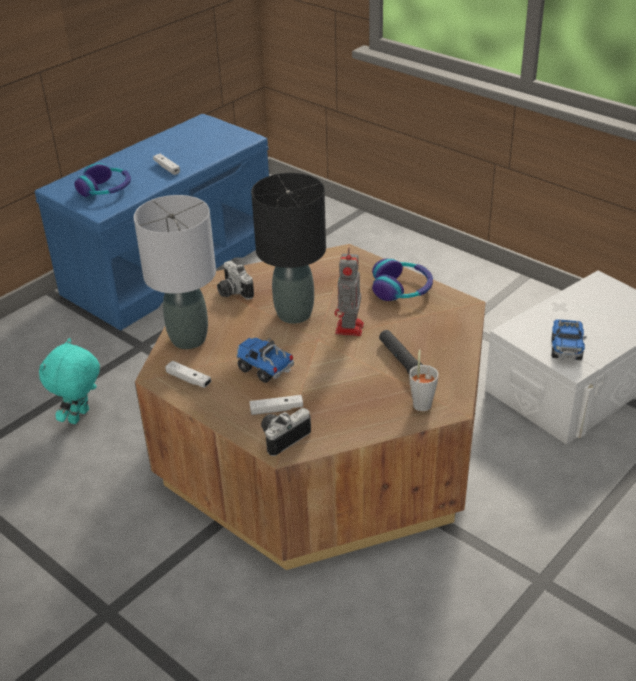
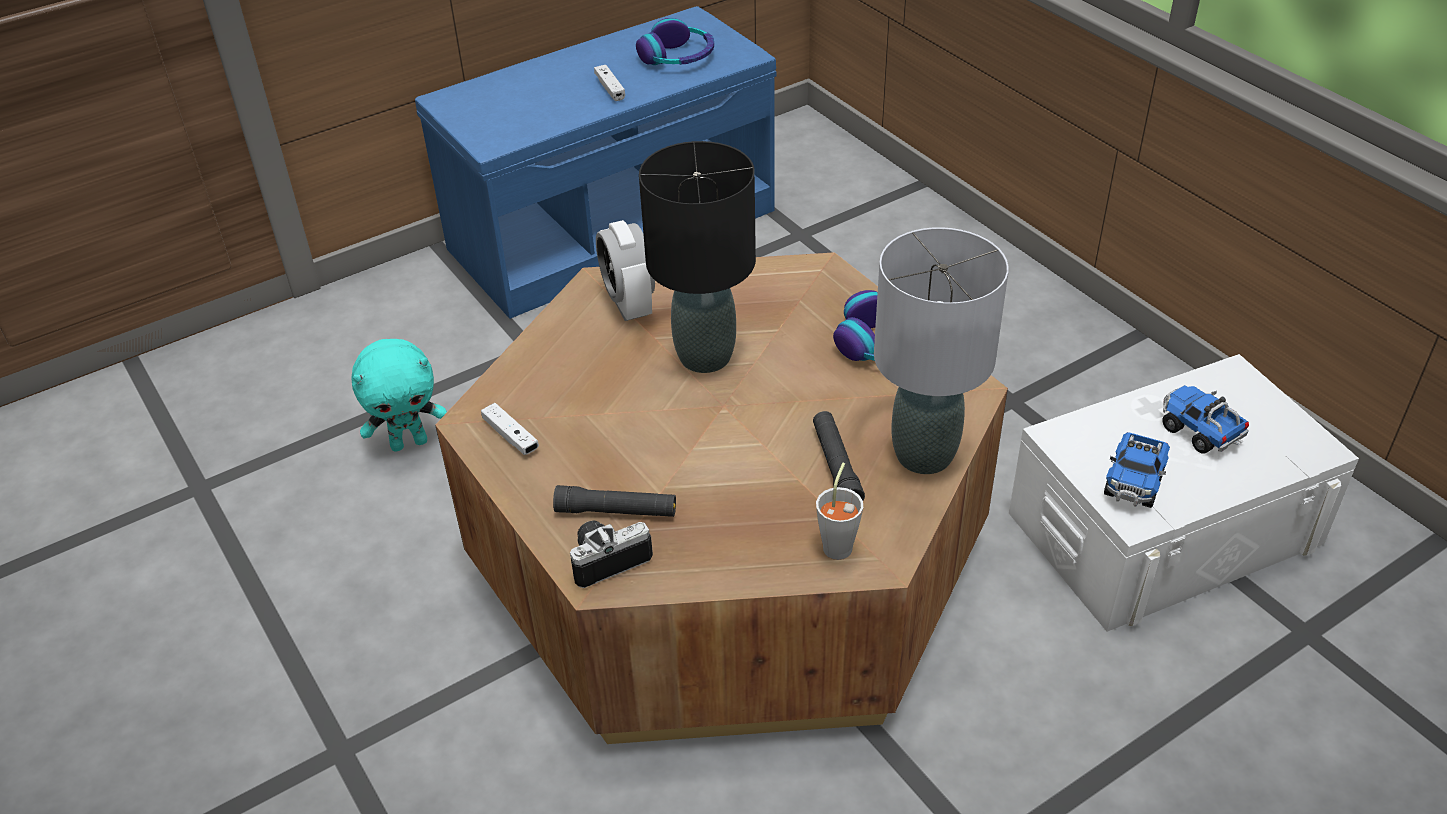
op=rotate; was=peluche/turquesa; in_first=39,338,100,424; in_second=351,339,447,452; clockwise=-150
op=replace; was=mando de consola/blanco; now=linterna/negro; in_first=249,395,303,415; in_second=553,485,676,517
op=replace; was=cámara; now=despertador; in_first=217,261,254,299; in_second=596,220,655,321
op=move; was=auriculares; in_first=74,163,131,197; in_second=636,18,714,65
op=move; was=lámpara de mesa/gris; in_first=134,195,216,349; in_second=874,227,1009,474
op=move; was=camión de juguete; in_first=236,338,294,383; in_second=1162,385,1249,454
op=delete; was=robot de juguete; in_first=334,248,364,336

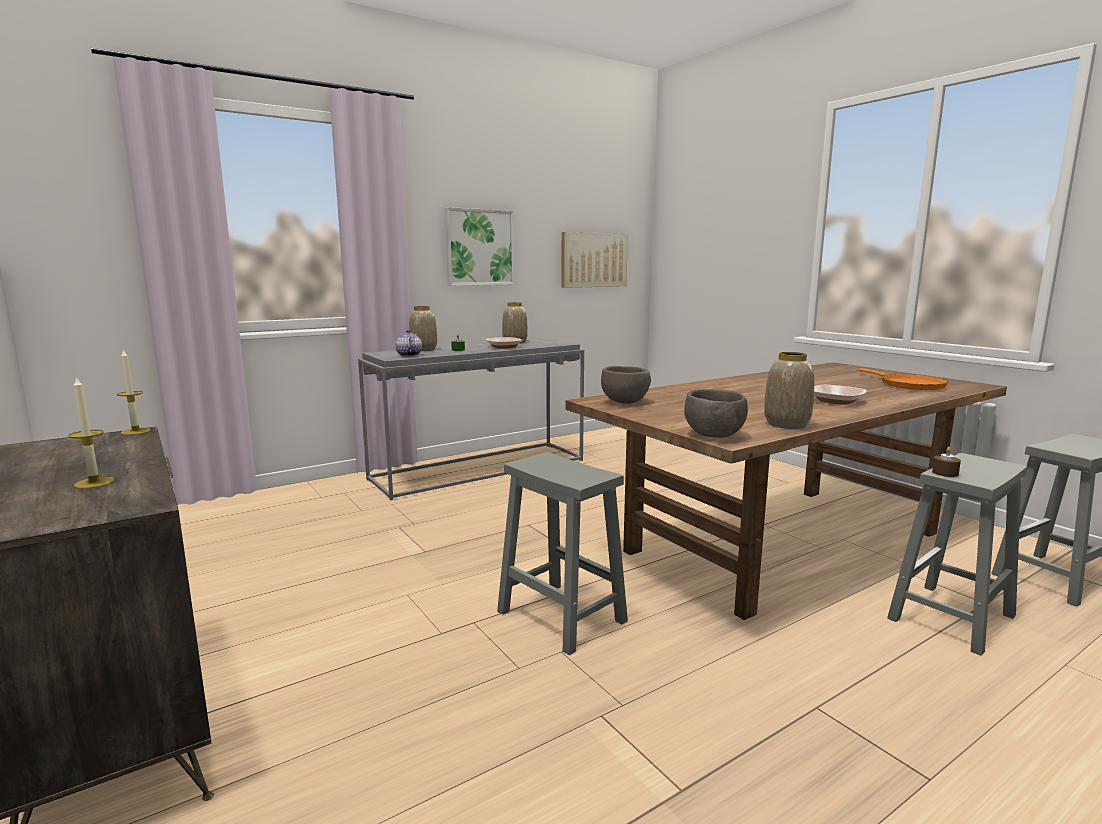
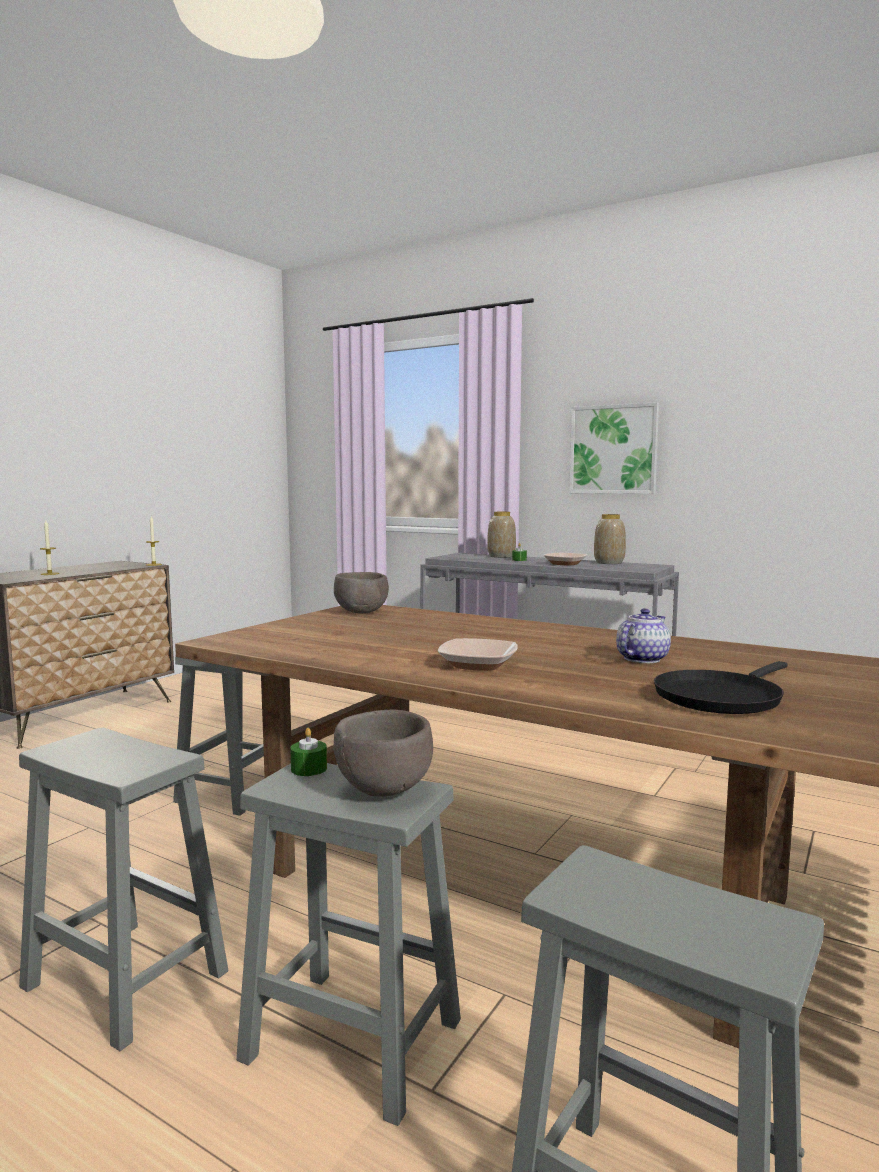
op=insert; now=taburete/gris; in_second=19,728,229,1051
op=recolor; was=vela/marrón; now=vela/verde; in_first=932,447,961,477; in_second=290,728,327,776
op=move; was=cuenco/marrón; in_first=684,389,748,438; in_second=334,710,433,796
op=move; was=tetera; in_first=396,330,422,356; in_second=616,608,671,663
op=recolor; was=sartén/naranja; now=sartén/negro; in_first=859,368,948,390; in_second=654,661,787,714
op=delete; was=cuadro; in_first=561,232,628,288
op=delete; was=florero; in_first=764,352,814,429

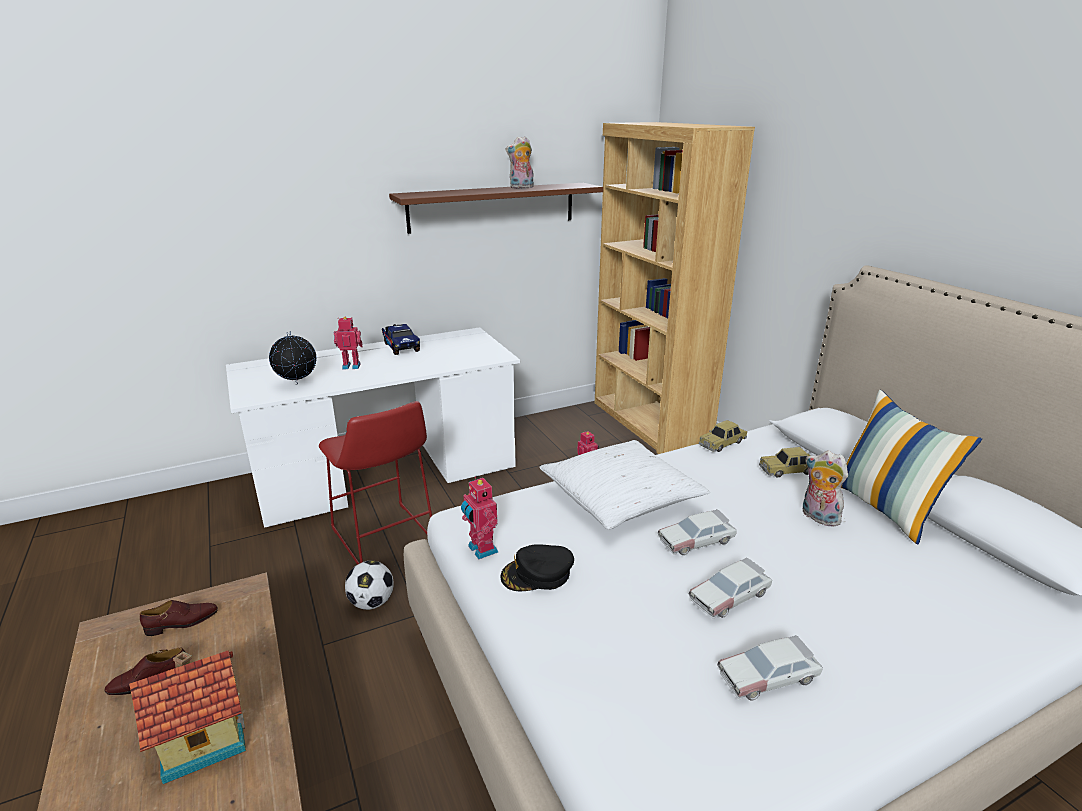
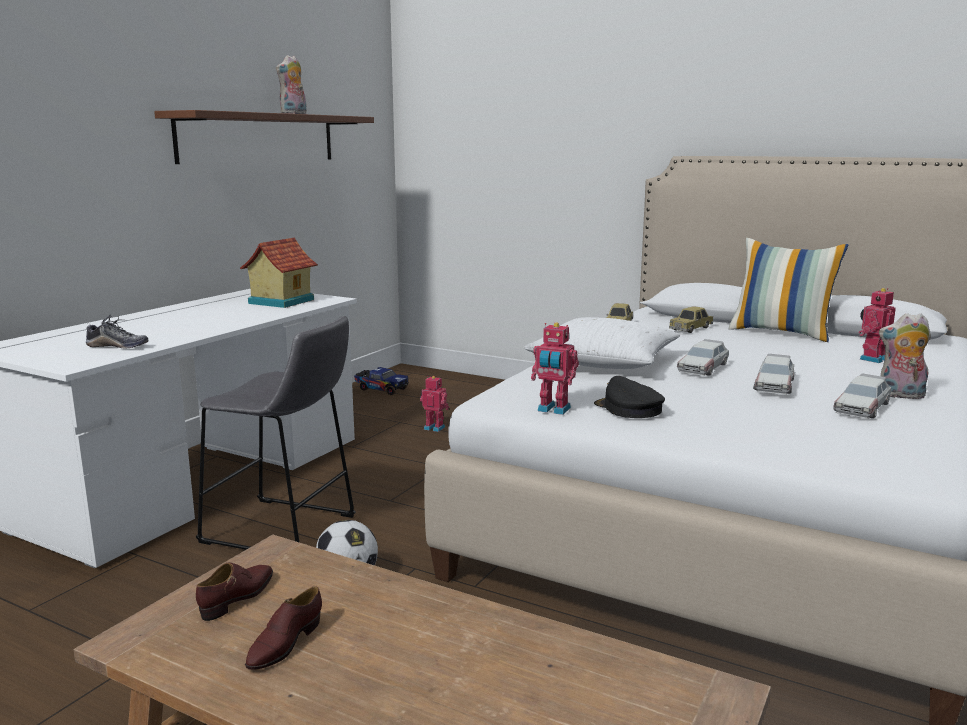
op=replace; was=globo terráqueo; now=zapato; in_first=269,331,317,385; in_second=86,315,149,348
op=recolor; was=taburete/rojo; now=taburete/gris; in_first=319,401,432,565; in_second=196,316,356,550
op=move; was=casita; in_first=129,650,246,784; in_second=240,238,318,308
op=move; was=camión de juguete; in_first=382,324,420,355; in_second=354,367,409,395
op=rotate; was=gorra/negro; in_first=501,544,574,591; in_second=594,376,665,418; clockwise=105
op=move; was=robot de juguete; in_first=334,317,363,370; in_second=858,288,896,363
op=move; was=peluche; in_first=803,451,848,527; in_second=879,313,931,399
op=delete; was=estantería/marrón; in_first=595,122,755,454

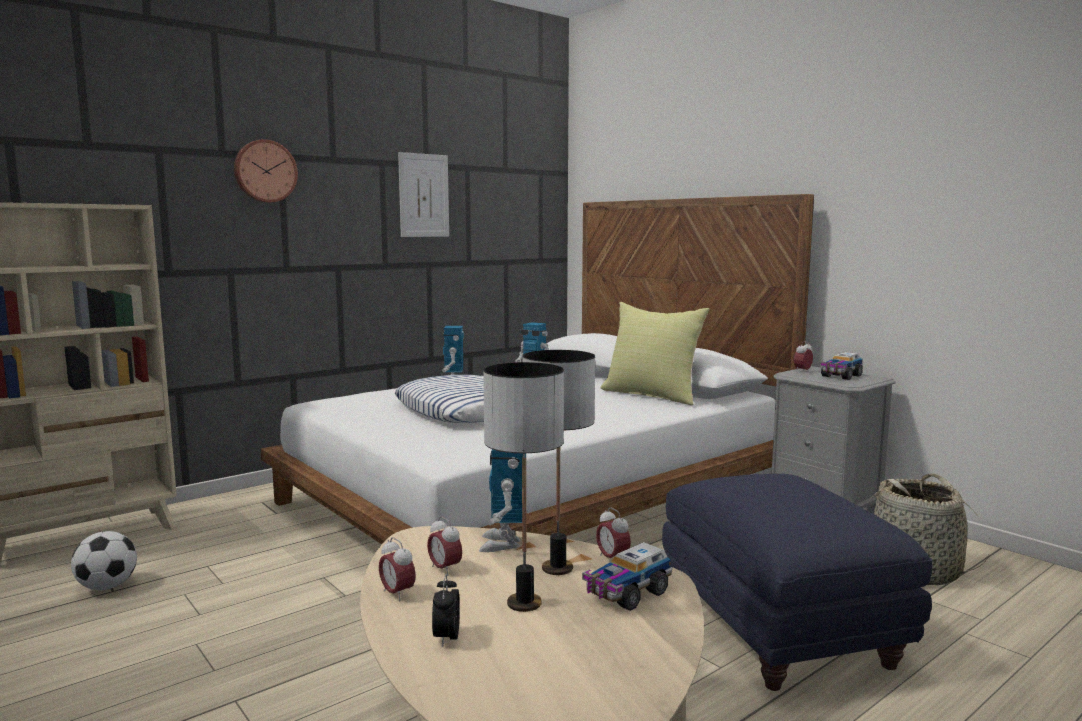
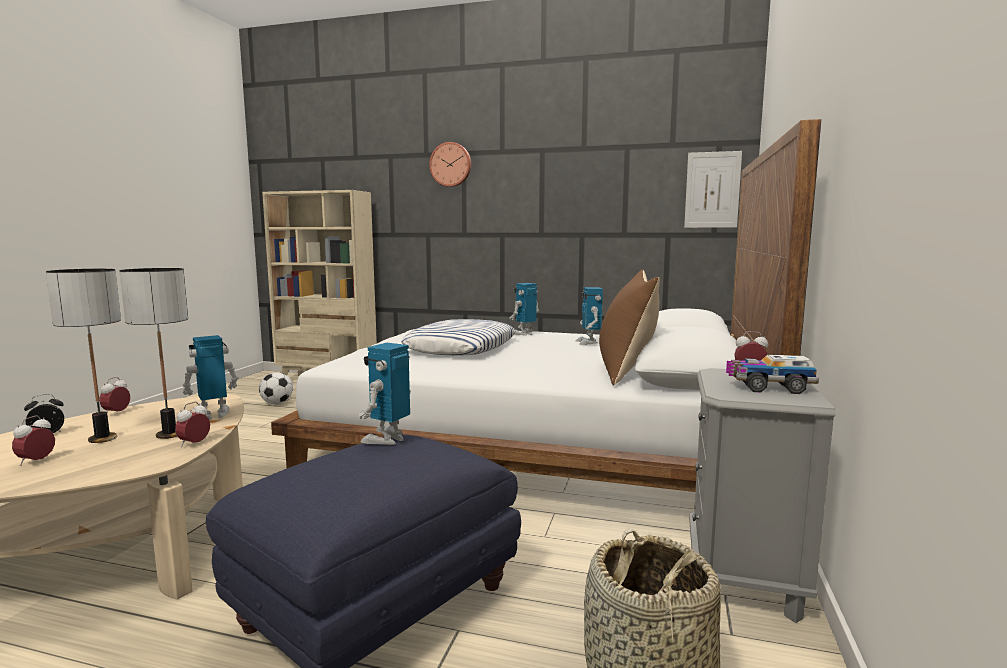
op=move; was=despertador; in_first=427,516,462,576; in_second=12,416,55,466
op=insert; now=robot de juguete; in_second=359,343,411,445
op=recolor; was=cojín/amarillo; now=cojín/marrón; in_first=601,302,709,406; in_second=599,270,660,385
op=move; was=cuadro; in_first=398,152,449,237; in_second=684,151,742,228
op=delete; was=camión de juguete; in_first=582,542,673,611

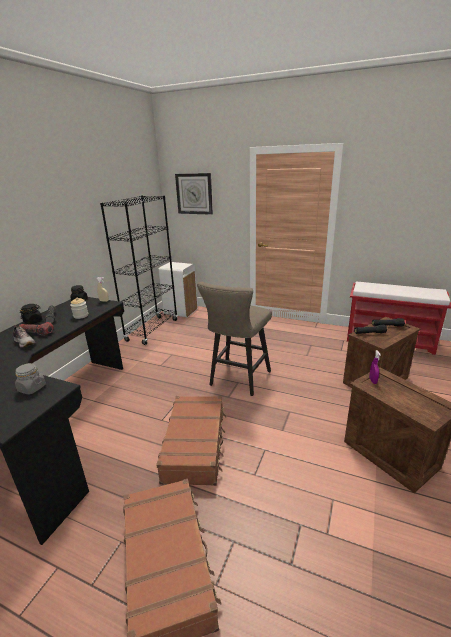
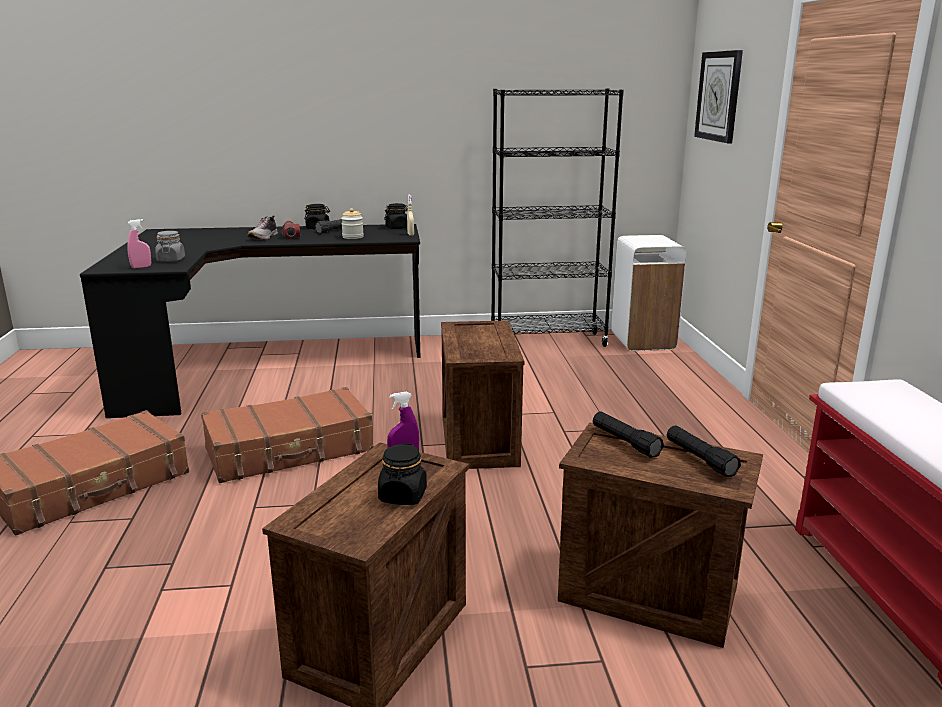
op=insert; now=pulverizador/rosa; in_second=127,219,151,269
op=insert; now=tarro/negro; in_second=378,443,427,505
op=replace; was=taburete/beis; now=caja de embalaje; in_first=197,282,272,396; in_second=441,320,524,469

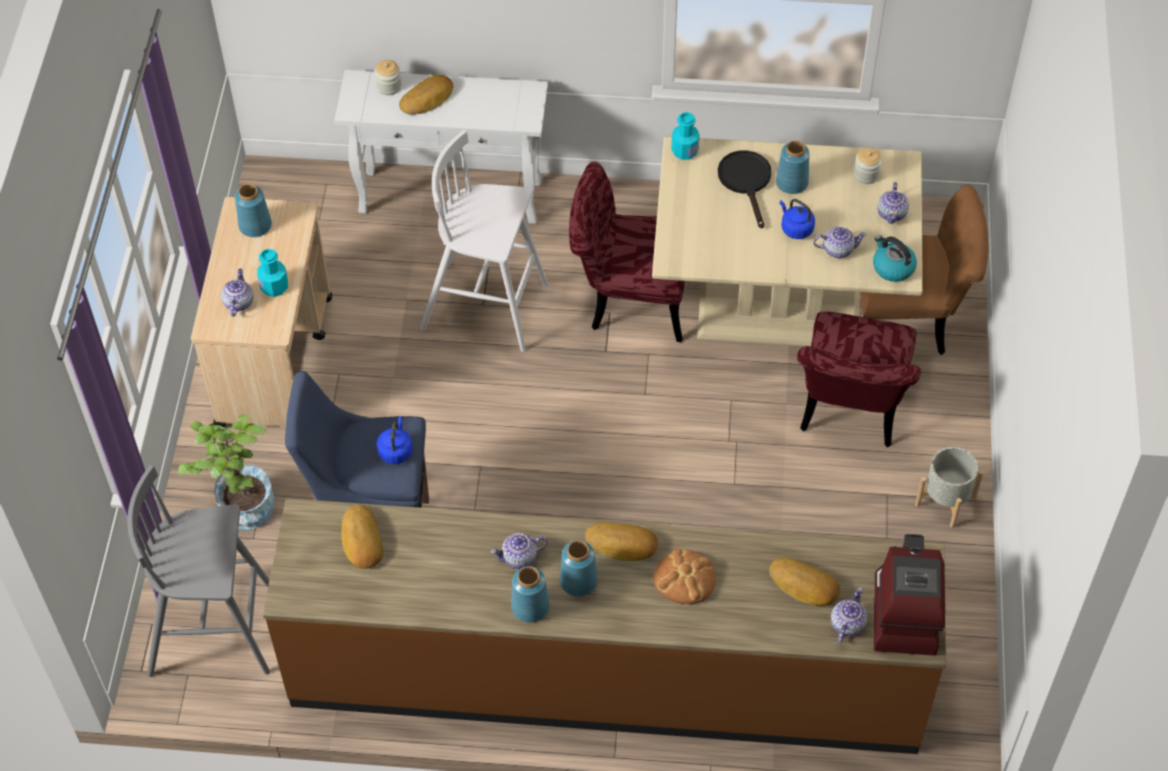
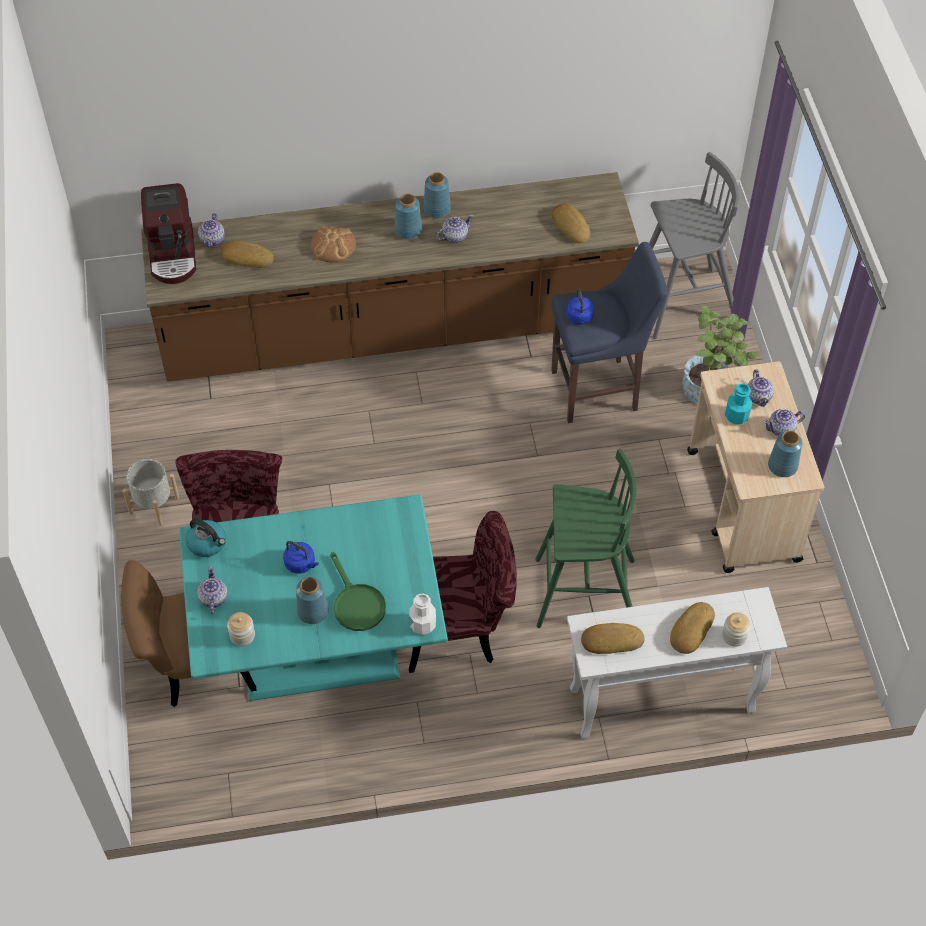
op=recolor; was=mesa de comedor/beis; now=mesa de comedor/turquesa; in_first=652,136,923,347; in_second=179,495,448,701
op=recolor; was=sartén/negro; now=sartén/verde; in_first=718,150,771,229; in_second=331,552,386,631
op=recolor; was=botella/turquesa; now=botella/blanco; in_first=671,112,700,160; in_second=409,593,436,635
op=recolor; was=taburete/blanco; now=taburete/verde; in_first=420,130,548,352; in_second=535,449,637,628
op=move; was=pan; in_first=585,522,658,561; in_second=581,623,645,654
op=move; was=tetera; in_first=813,227,866,258; in_second=763,409,805,436

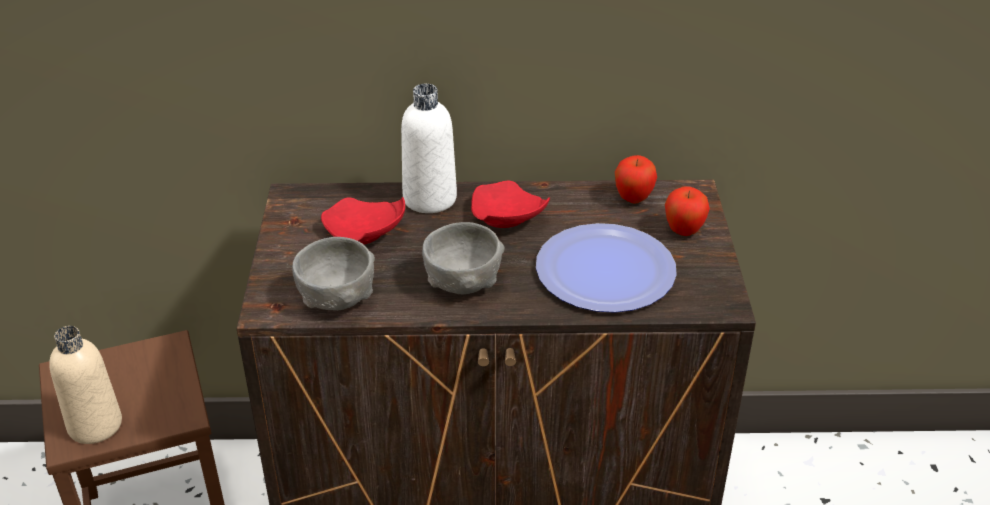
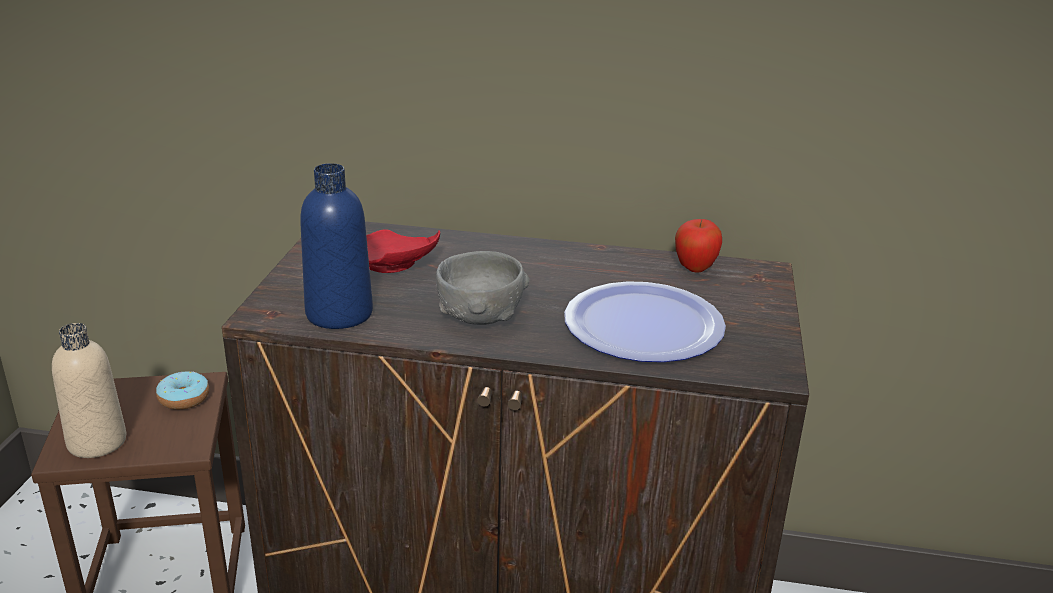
op=insert; now=rosquilla; in_second=156,371,209,410
op=replace; was=cuenco/gris; now=botella/azul; in_first=292,237,375,311; in_second=300,163,373,329
op=delete; was=botella/blanco; in_first=401,84,457,213
op=delete; was=plato/rojo; in_first=471,181,550,228
op=delete; was=manzana; in_first=665,186,710,236

